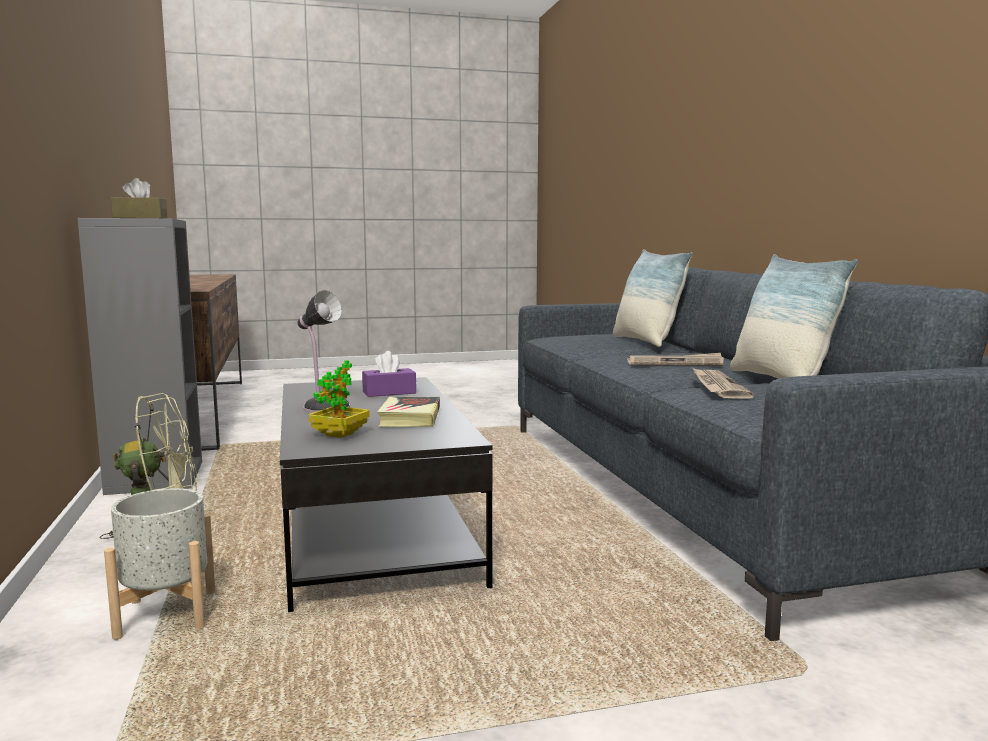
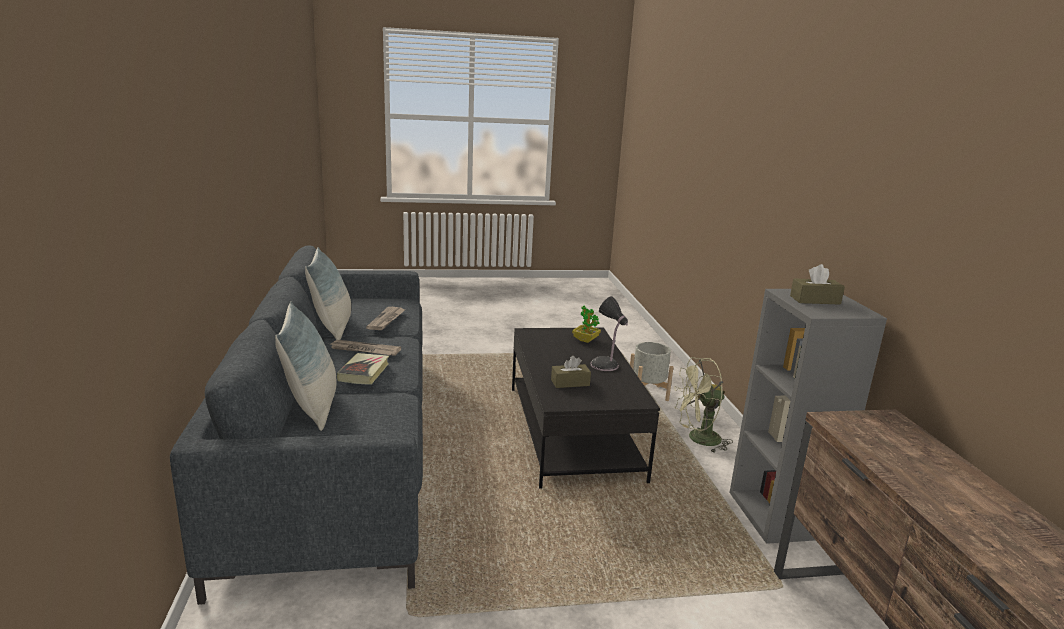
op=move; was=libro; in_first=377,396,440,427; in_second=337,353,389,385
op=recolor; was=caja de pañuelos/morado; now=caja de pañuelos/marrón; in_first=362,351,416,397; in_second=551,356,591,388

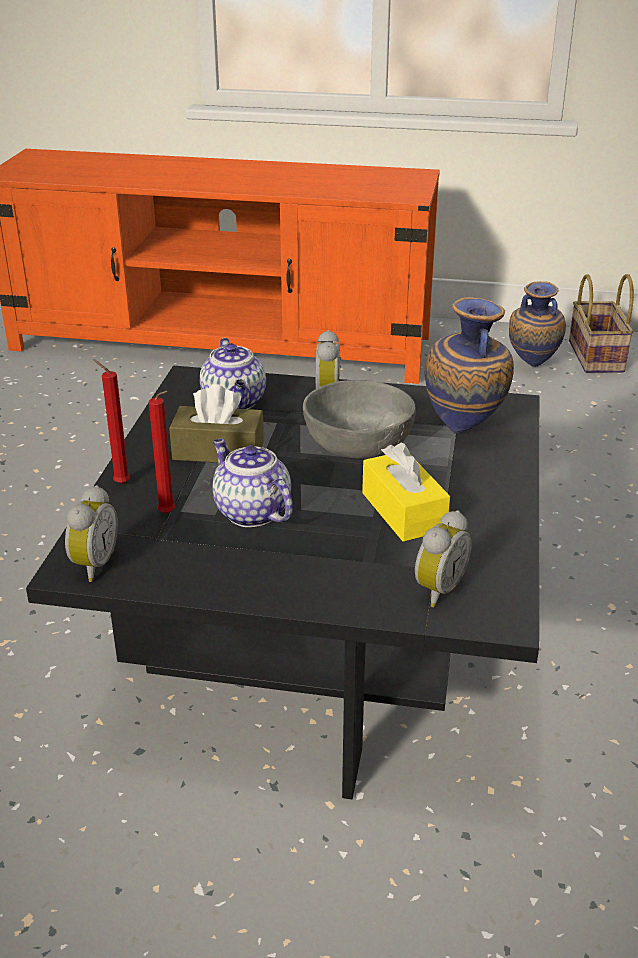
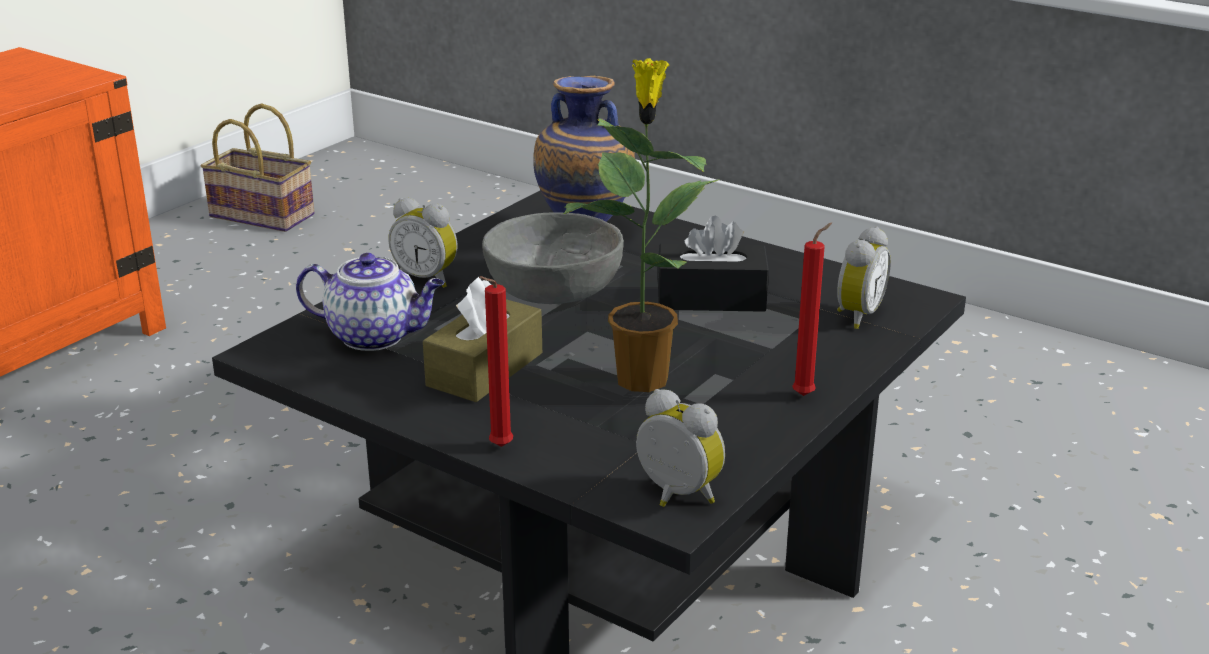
op=replace; was=tetera; now=planta en maceta; in_first=212,438,293,527; in_second=563,58,720,392
op=recolor; was=caja de pañuelos/amarillo; now=caja de pañuelos/negro; in_first=362,443,450,542; in_second=657,216,769,312
op=move; was=vela/rojo; in_first=149,391,175,514; in_second=792,222,832,396
op=rotate; was=despertador; in_first=415,510,472,607; in_second=837,226,891,329; clockwise=60
op=delete; was=florero; in_first=509,281,566,367

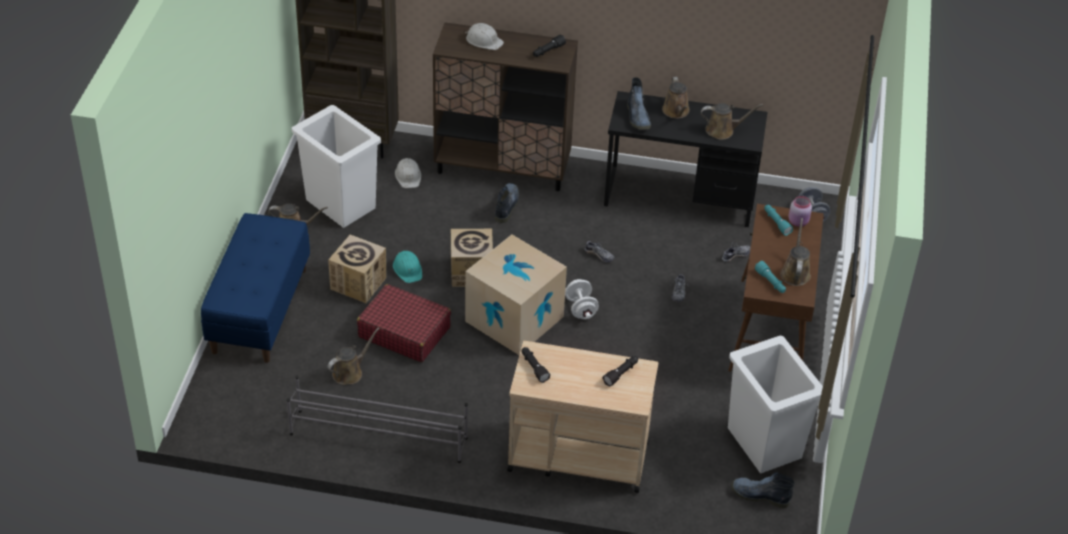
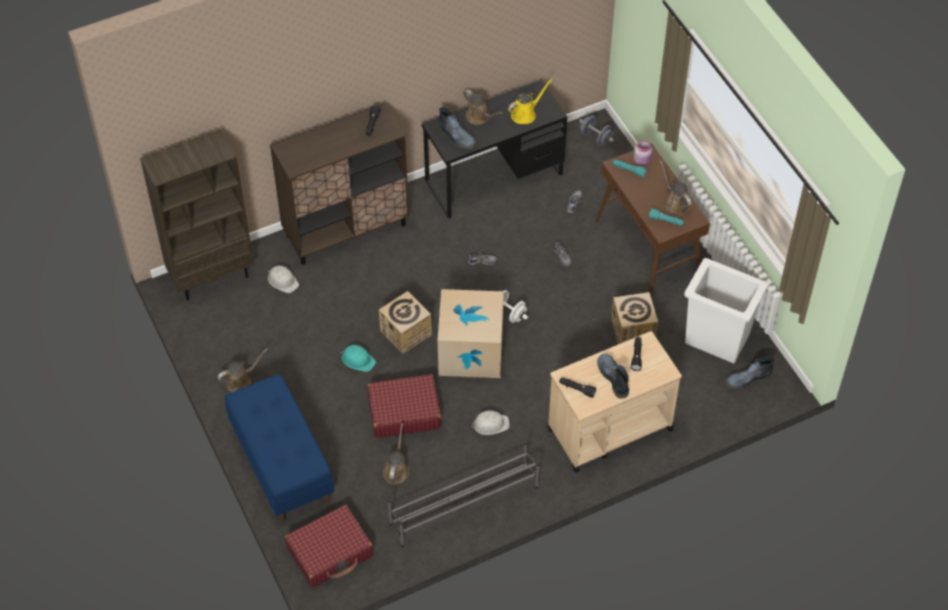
op=insert; now=maleta/rojo; in_second=285,505,373,588
op=move; was=casco/blanco; in_first=465,23,504,50; in_second=471,410,510,435
op=recolor; was=regadera/marrón; now=regadera/amarillo; in_first=701,103,764,140; in_second=508,79,552,124
op=move; was=bota; in_first=495,183,519,223; in_second=597,354,629,399
op=move; was=caja de cartón; in_first=328,235,386,303; in_second=611,292,658,344
op=delete; was=papelera/blanco; in_first=292,105,381,228

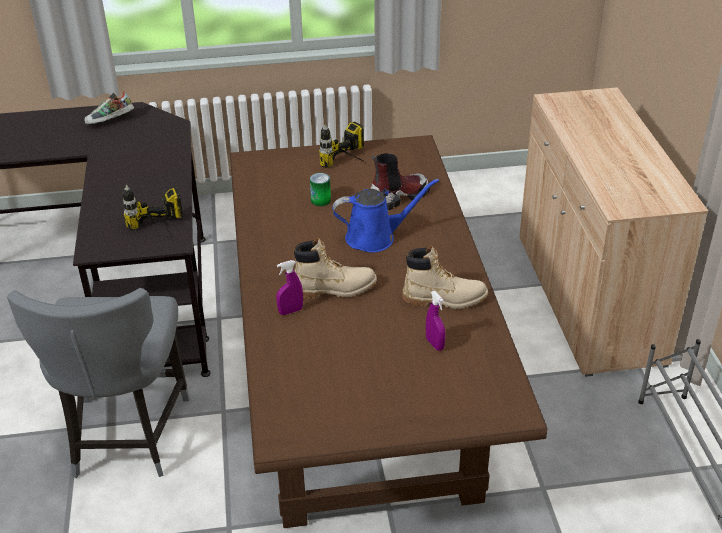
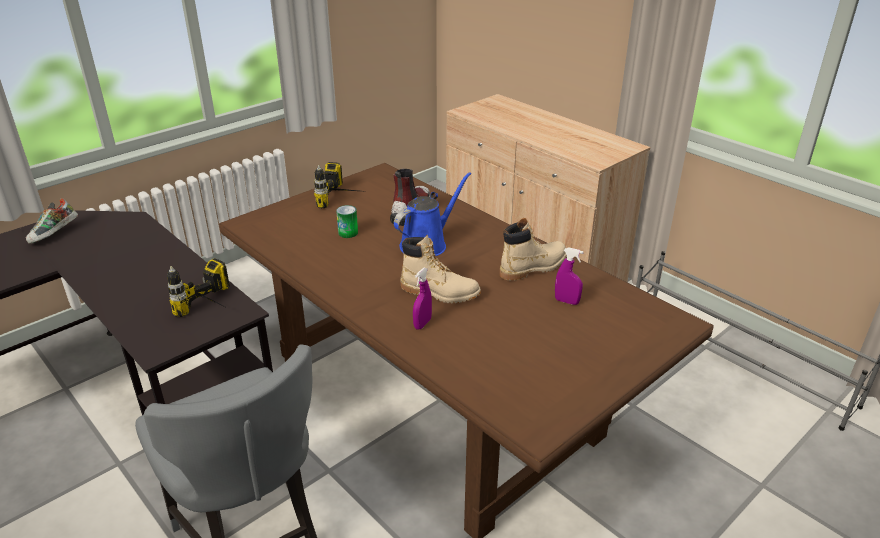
op=rotate; was=bota/beis; in_first=294,238,377,298; in_second=400,235,481,303; clockwise=60

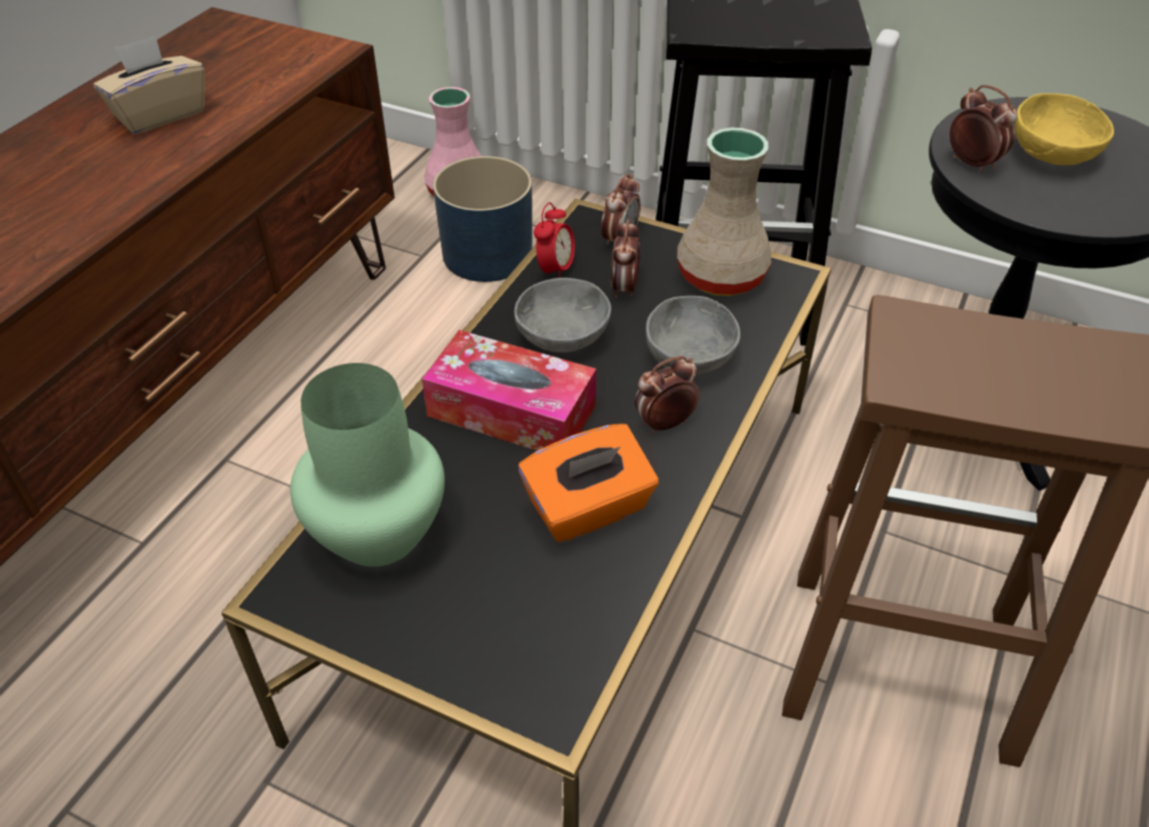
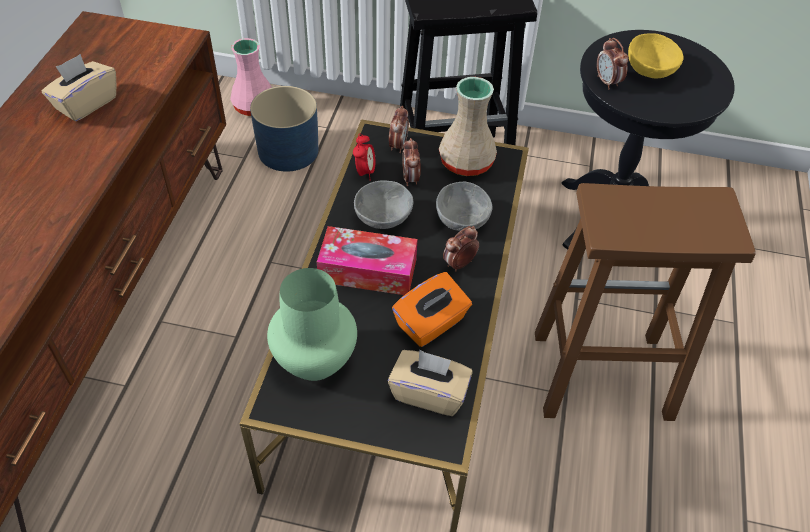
op=insert; now=caja de pañuelos/beis; in_second=388,349,473,416
op=rotate; was=despertador; in_first=950,85,1017,173; in_second=597,38,629,90; clockwise=-150

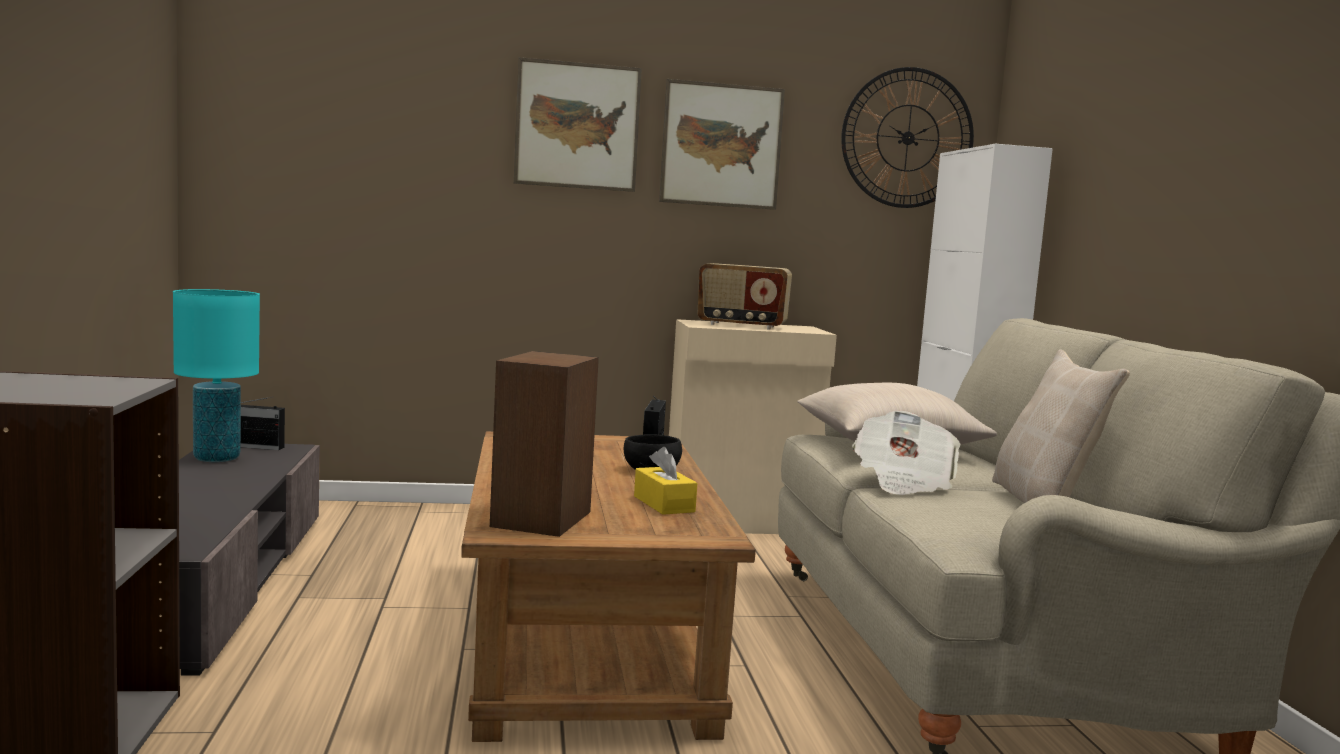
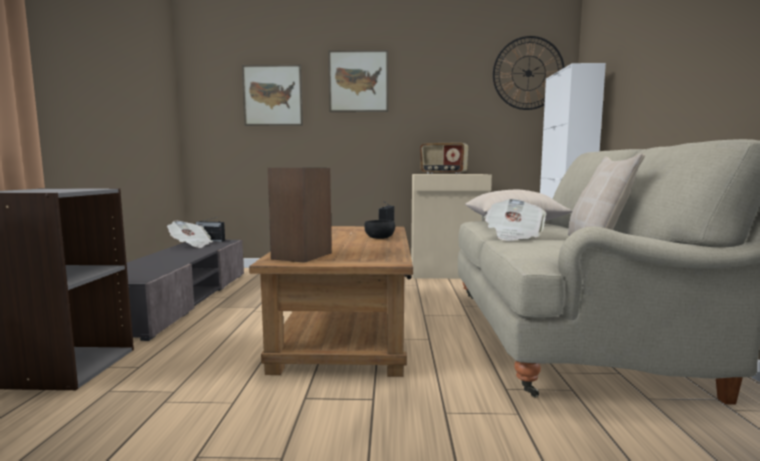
op=replace; was=lámpara de mesa/turquesa; now=periódico; in_first=173,289,260,462; in_second=167,221,213,248
op=move; was=cuadro; in_first=659,79,785,210; in_second=242,65,303,126
op=delete; was=caja de pañuelos/amarillo; in_first=634,447,697,515

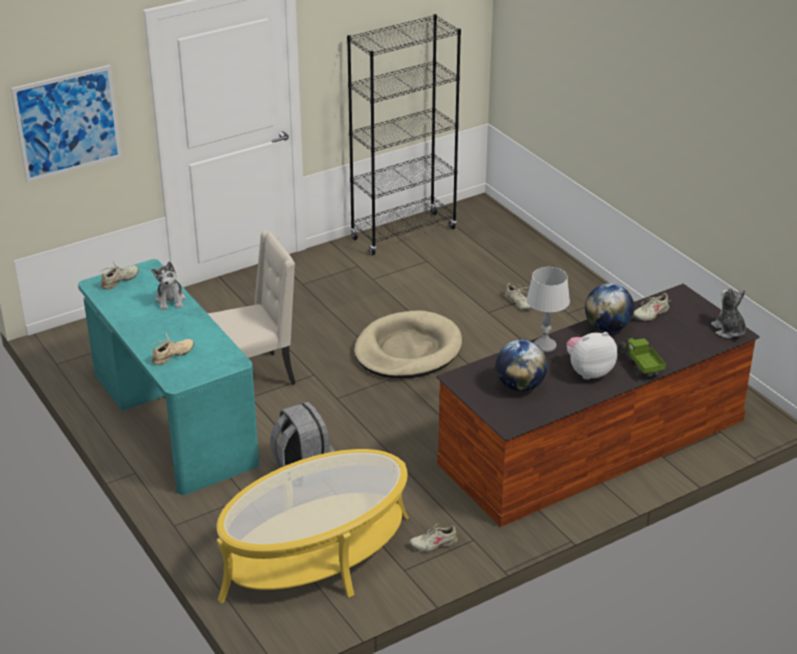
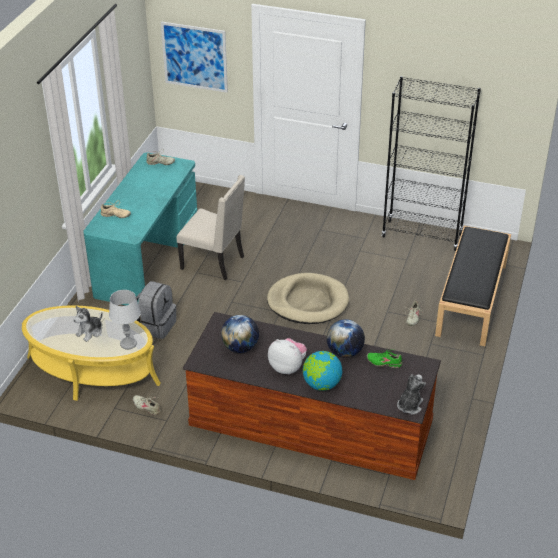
op=move; was=peluche; in_first=151,261,186,310; in_second=74,306,102,342
op=move; was=lámpara de mesa/gris; in_first=527,267,570,353; in_second=109,290,141,349
op=replace; was=camión de juguete; now=globo terráqueo; in_first=619,337,666,377; in_second=303,351,342,391
op=recolor; was=zapato/beis; now=zapato/verde; in_first=633,293,671,321; in_second=367,350,402,368
op=insert; now=banco/negro; in_second=435,226,511,346

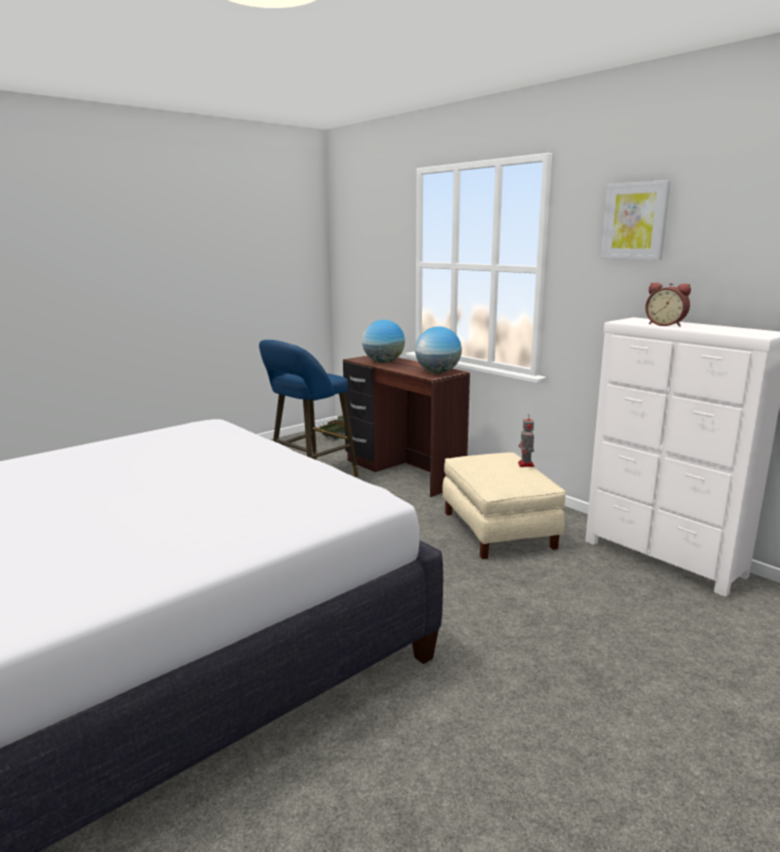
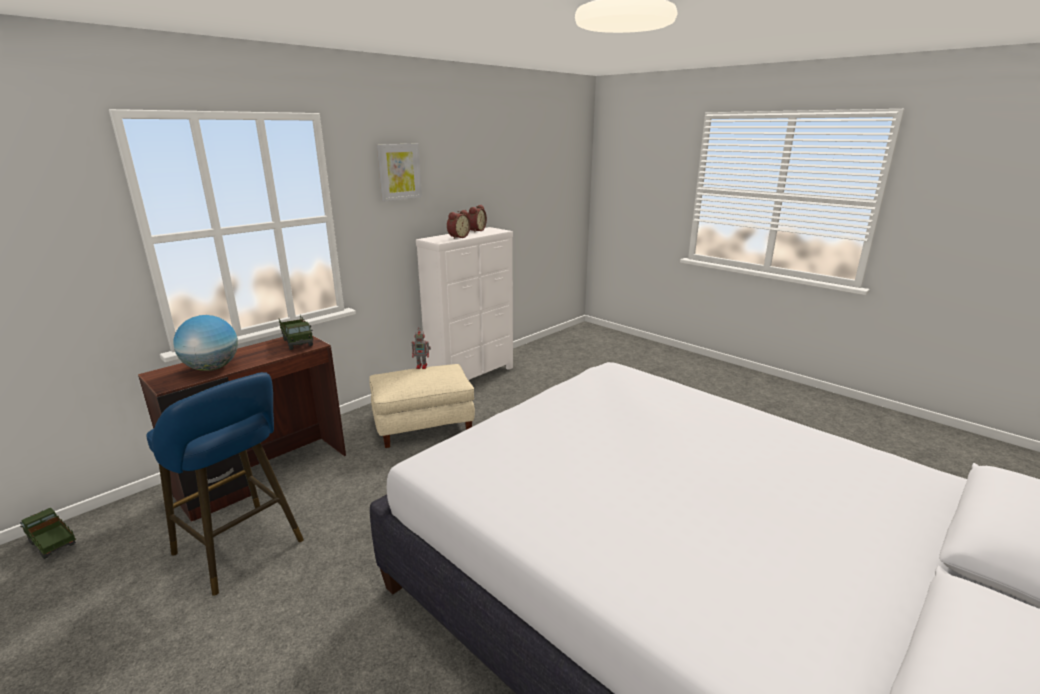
op=replace; was=globo terráqueo; now=camión de juguete; in_first=415,326,462,373; in_second=279,315,313,350
op=insert; now=despertador; in_second=468,205,487,232

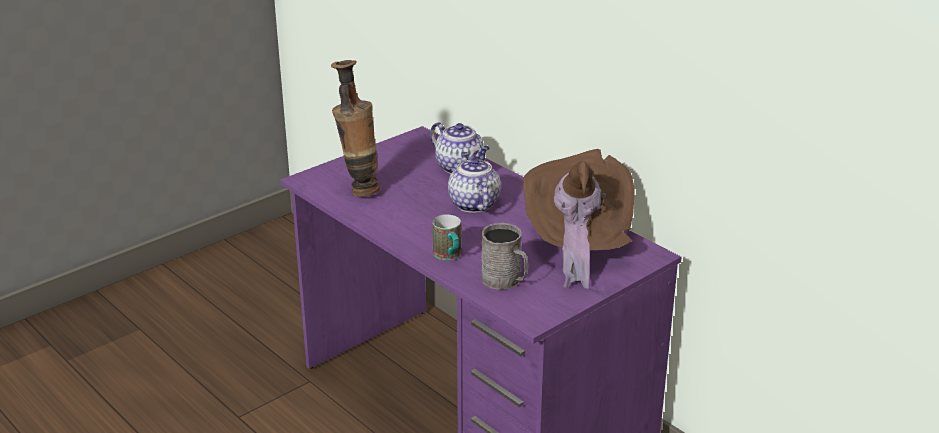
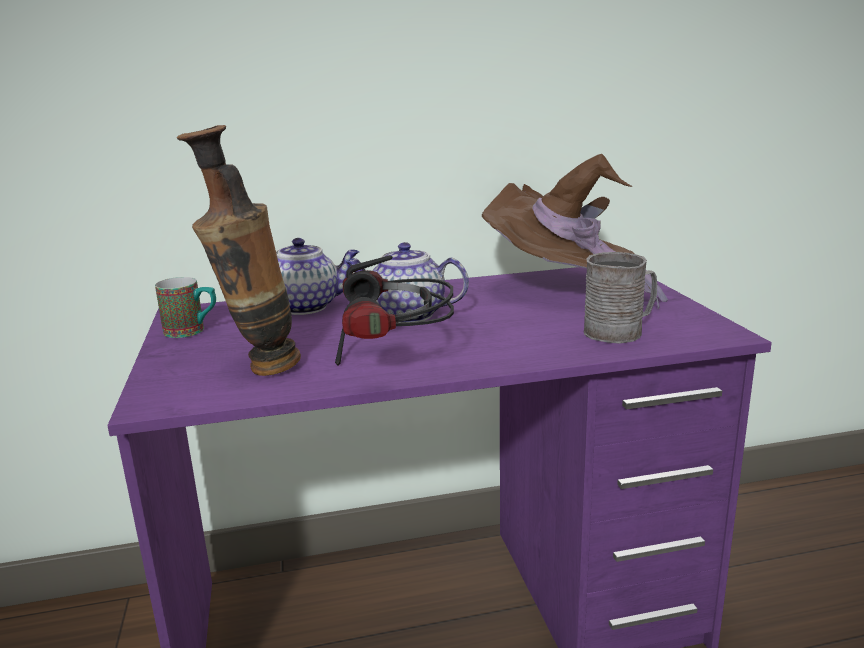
op=move; was=taza grande; in_first=432,214,461,260; in_second=155,277,216,338
op=insert; now=auriculares; in_second=335,255,454,366

